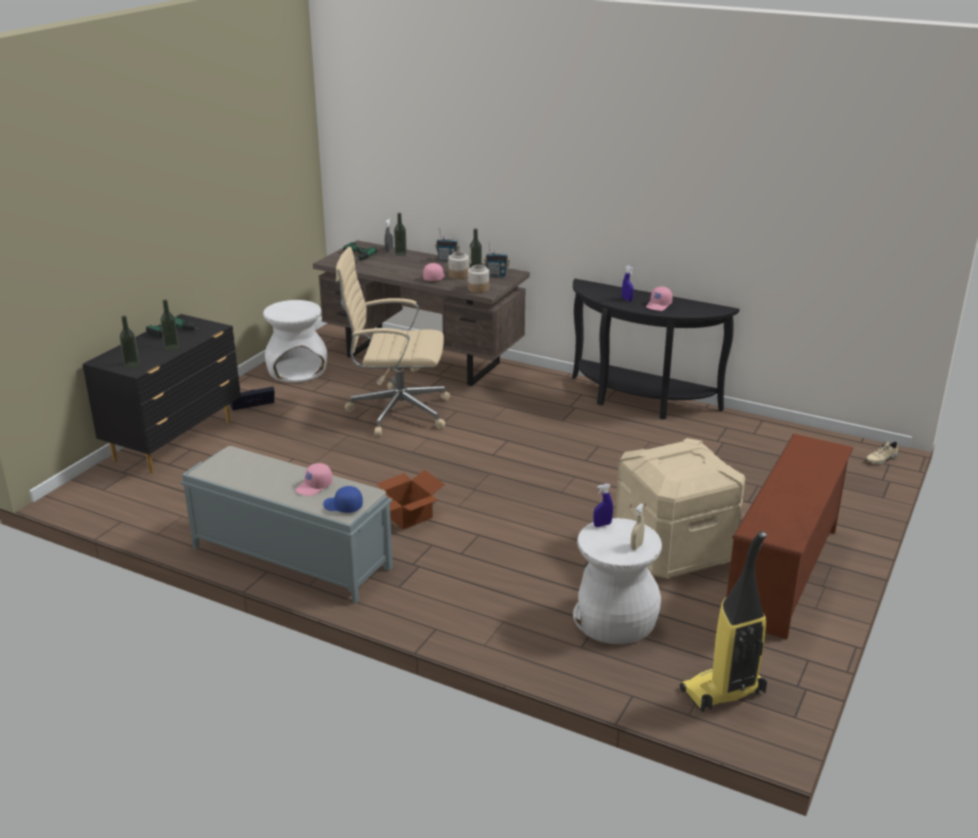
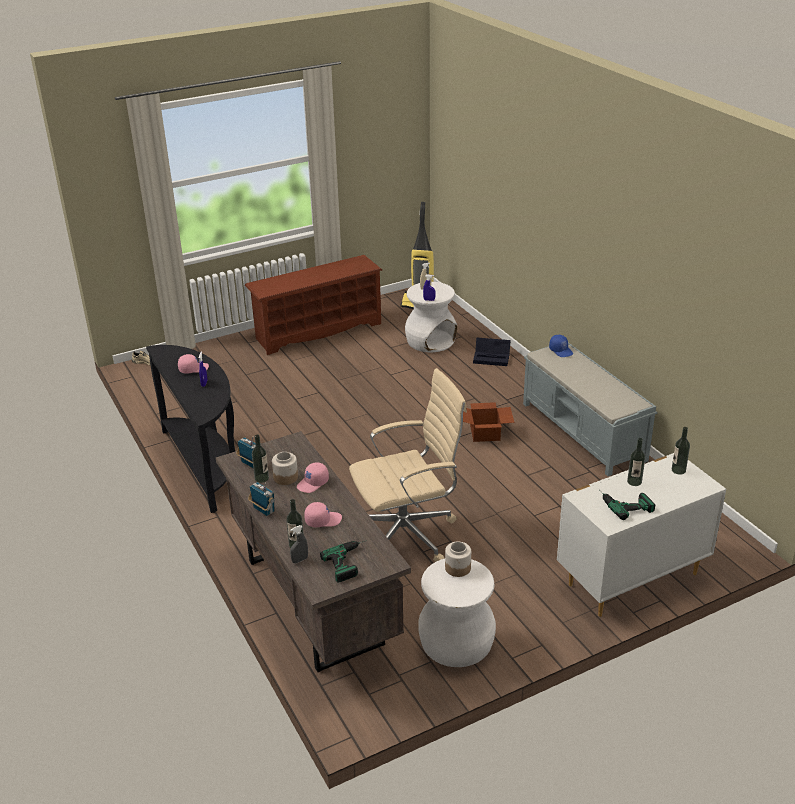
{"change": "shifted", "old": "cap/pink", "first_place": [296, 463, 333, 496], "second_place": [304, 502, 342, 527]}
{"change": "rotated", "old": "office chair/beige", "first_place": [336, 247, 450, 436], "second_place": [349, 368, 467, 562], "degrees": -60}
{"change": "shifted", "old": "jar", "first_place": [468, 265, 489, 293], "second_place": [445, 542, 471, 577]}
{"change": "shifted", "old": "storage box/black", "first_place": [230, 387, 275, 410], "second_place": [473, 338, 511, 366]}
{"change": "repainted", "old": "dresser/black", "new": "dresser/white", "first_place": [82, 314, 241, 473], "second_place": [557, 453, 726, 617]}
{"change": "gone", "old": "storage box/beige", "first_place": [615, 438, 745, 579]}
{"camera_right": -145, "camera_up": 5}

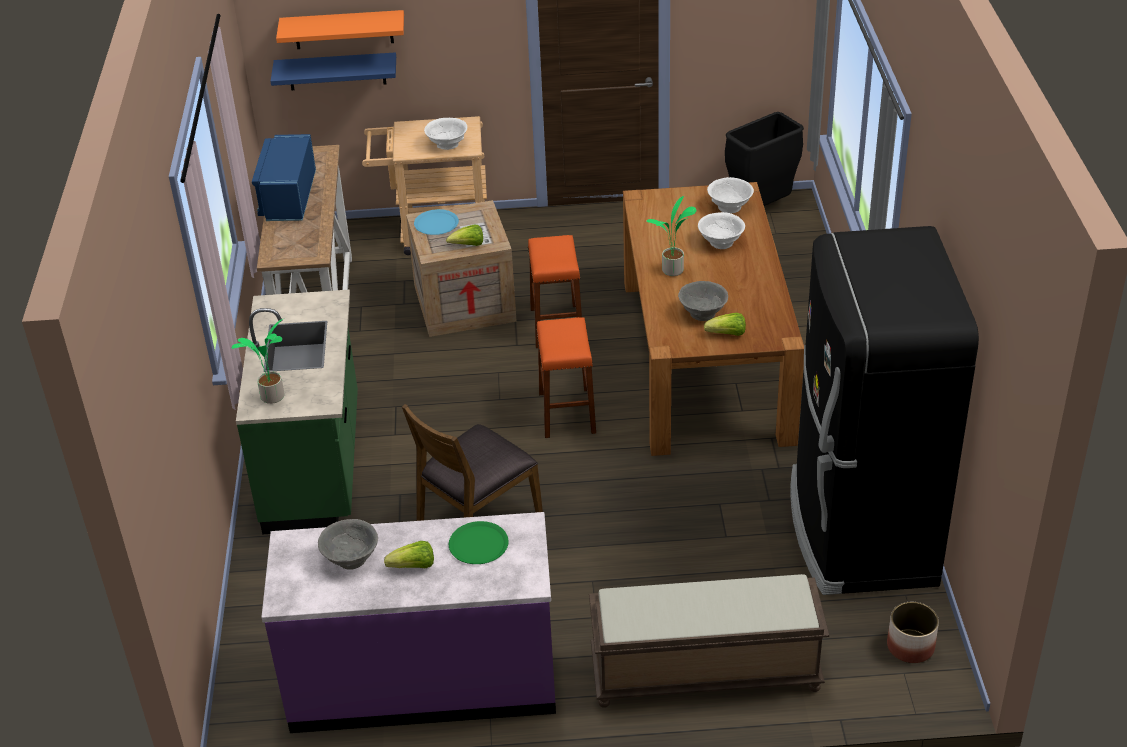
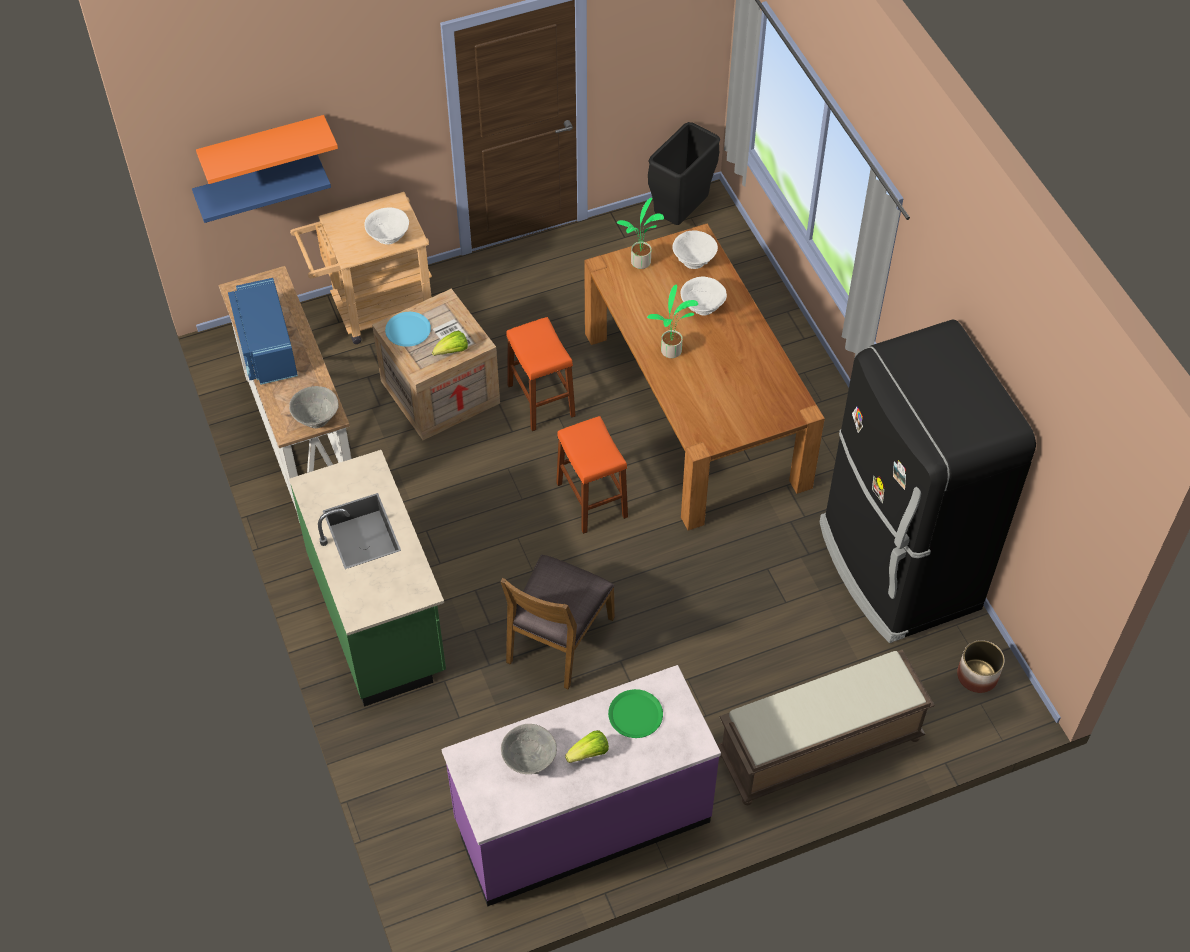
{"change": "shifted", "old": "bowl/grey", "first_place": [678, 281, 728, 321], "second_place": [289, 386, 339, 428]}
{"change": "shifted", "old": "potted plant", "first_place": [232, 319, 285, 404], "second_place": [617, 198, 664, 269]}
{"change": "gone", "old": "lettuce", "first_place": [704, 313, 746, 336]}
{"camera_right": -20, "camera_up": 15}

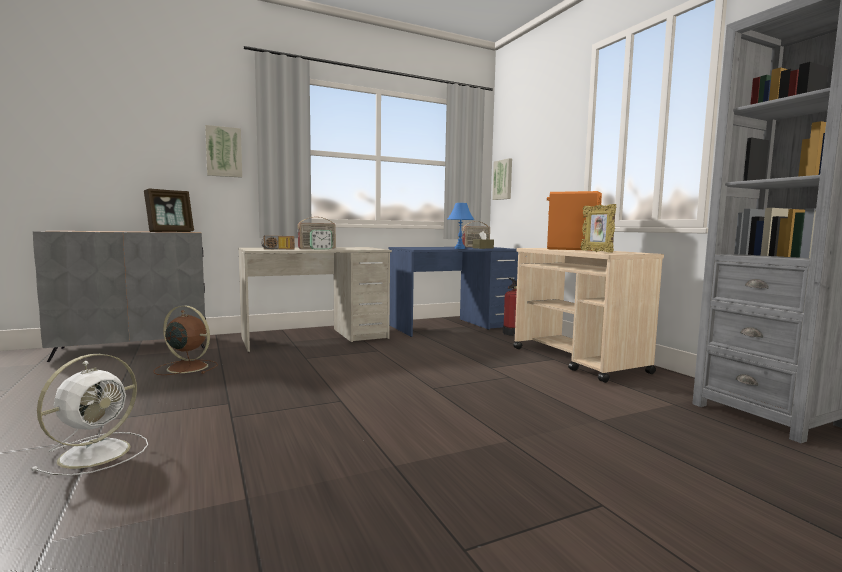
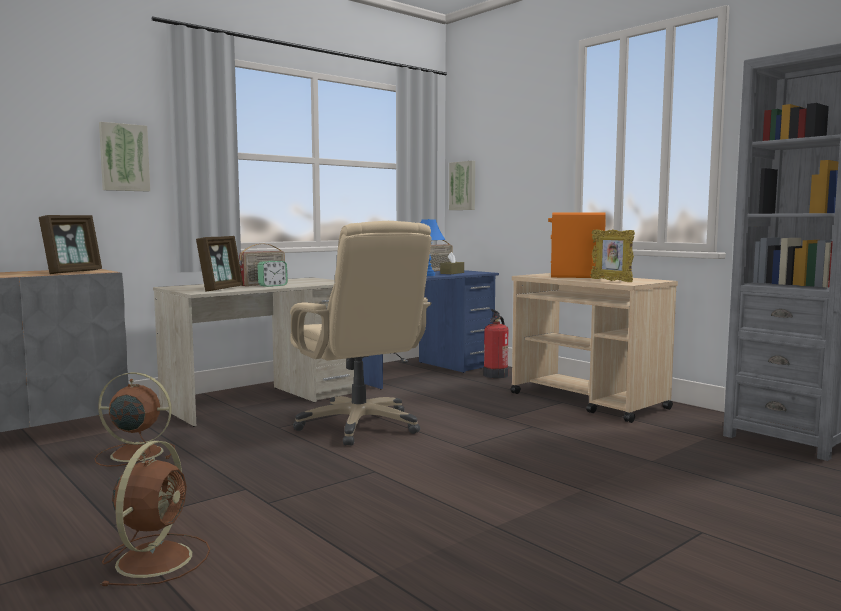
{"change": "repainted", "old": "fan/white", "new": "fan/brown", "first_place": [31, 354, 148, 476], "second_place": [101, 441, 210, 586]}
{"change": "swapped", "old": "radio", "new": "picture frame", "first_place": [261, 236, 295, 249], "second_place": [196, 236, 243, 292]}
{"change": "new", "new": "office chair/beige", "second_place": [290, 221, 432, 446]}
{"camera_right": -15, "camera_up": 0}

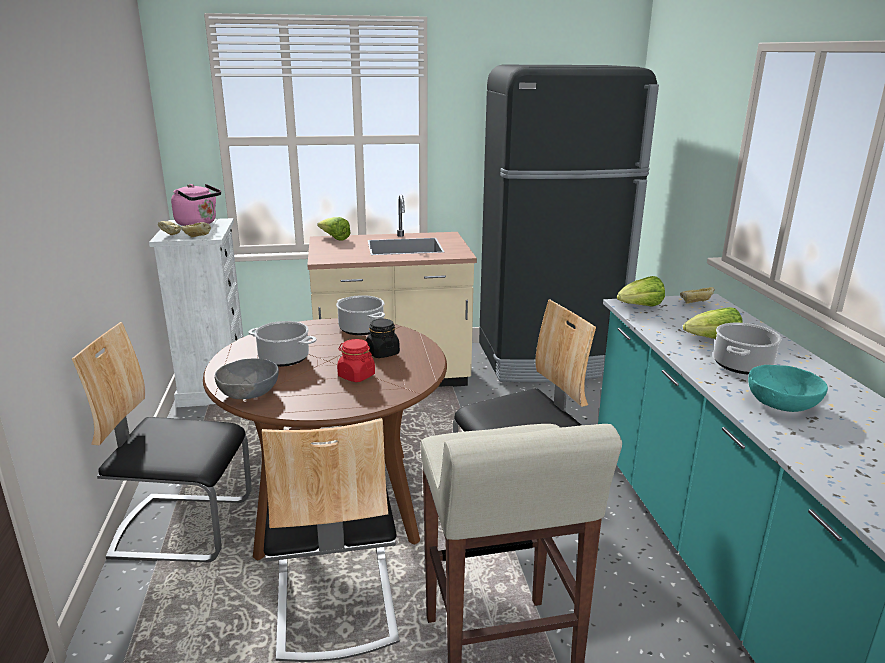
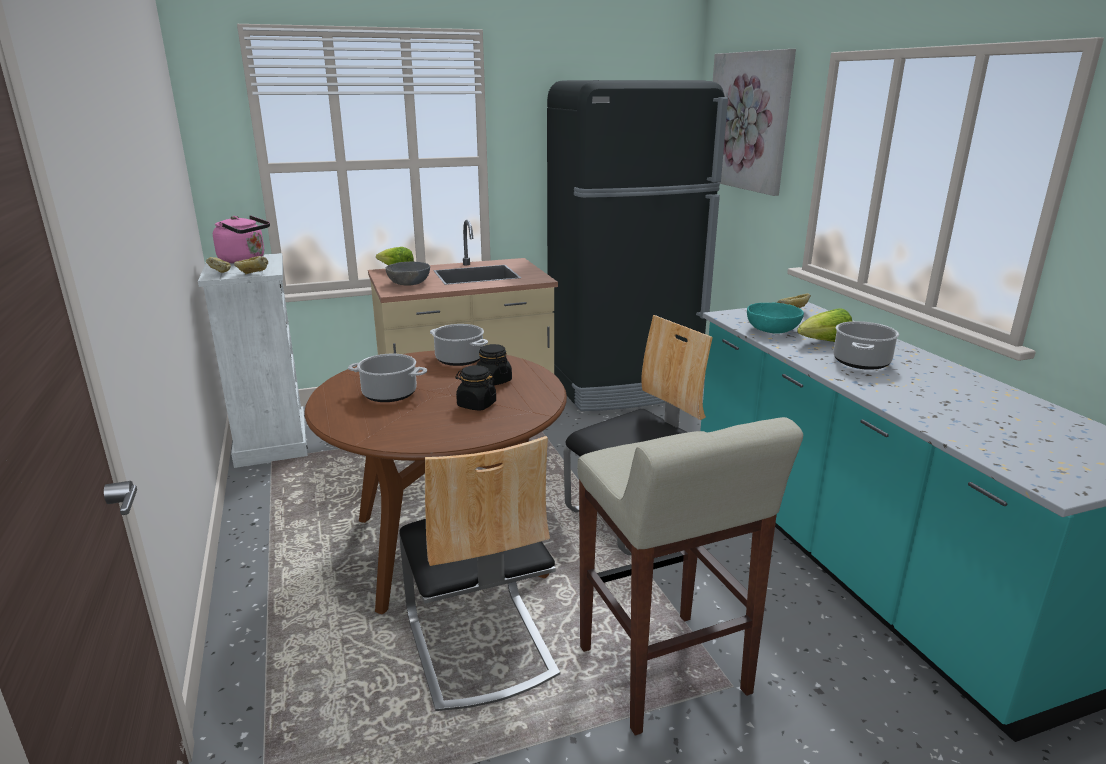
{"change": "shifted", "old": "bowl/grey", "first_place": [215, 358, 279, 399], "second_place": [386, 261, 430, 286]}
{"change": "repainted", "old": "jar/red", "new": "jar/black", "first_place": [337, 339, 375, 382], "second_place": [455, 365, 496, 411]}
{"change": "new", "new": "picture", "second_place": [713, 49, 796, 196]}
{"change": "shifted", "old": "bowl/turquoise", "first_place": [748, 365, 828, 412], "second_place": [747, 303, 804, 334]}
{"change": "gone", "old": "chair", "first_place": [72, 322, 252, 562]}
{"change": "gone", "old": "lettuce", "first_place": [617, 276, 665, 307]}
{"camera_right": -10, "camera_up": 0}

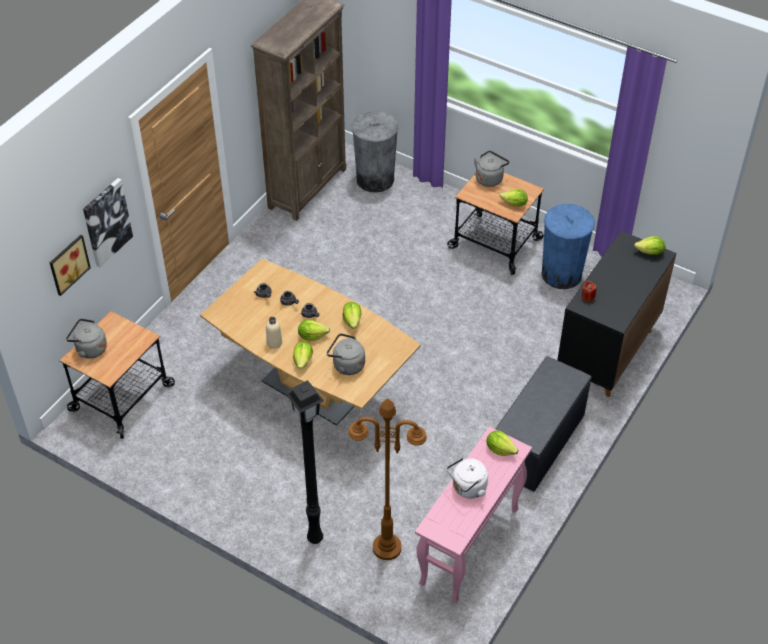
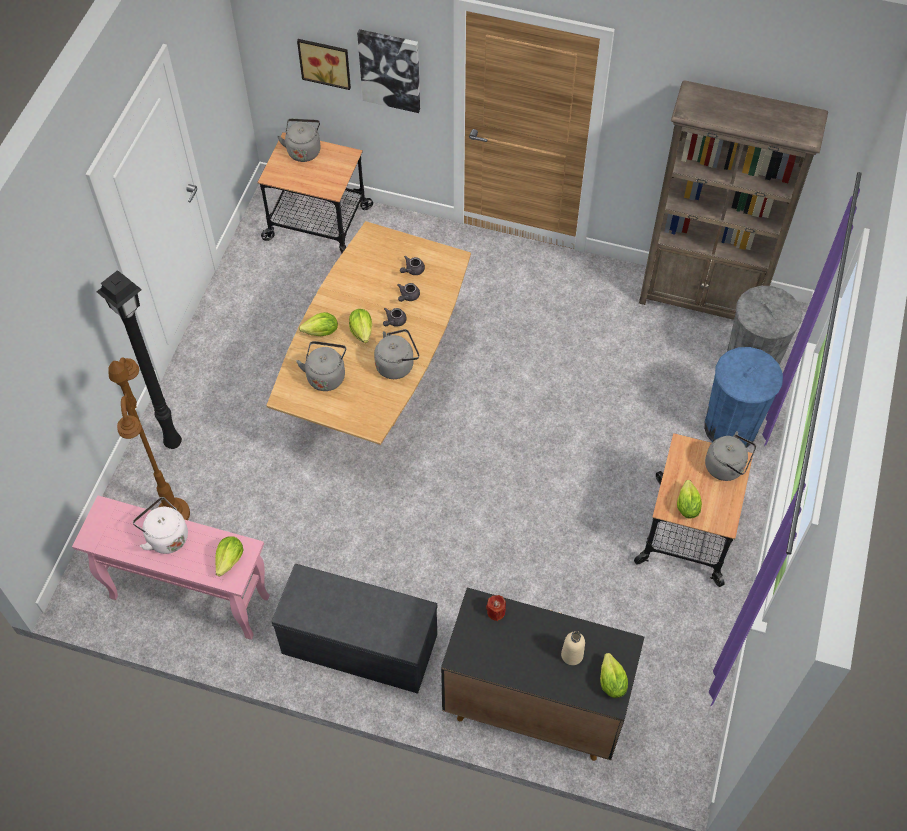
{"change": "swapped", "old": "lettuce", "new": "kettle/grey", "first_place": [343, 302, 361, 329], "second_place": [374, 329, 419, 379]}
{"change": "shifted", "old": "bottle/beige", "first_place": [266, 317, 282, 349], "second_place": [561, 631, 585, 665]}
{"change": "shifted", "old": "trash can/blue", "first_place": [541, 204, 595, 289], "second_place": [704, 347, 783, 448]}
{"camera_right": 75, "camera_up": 10}

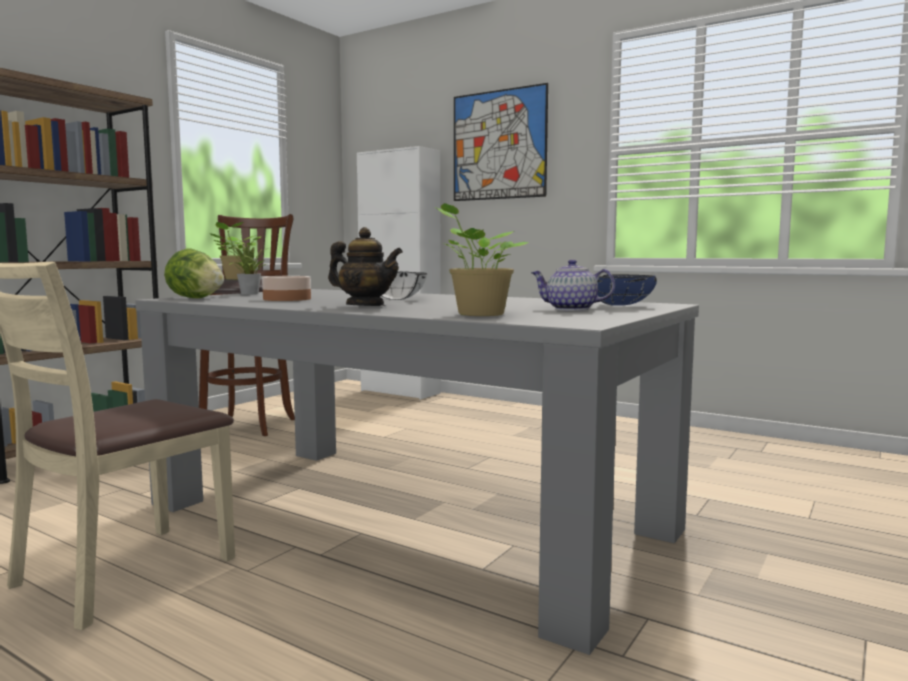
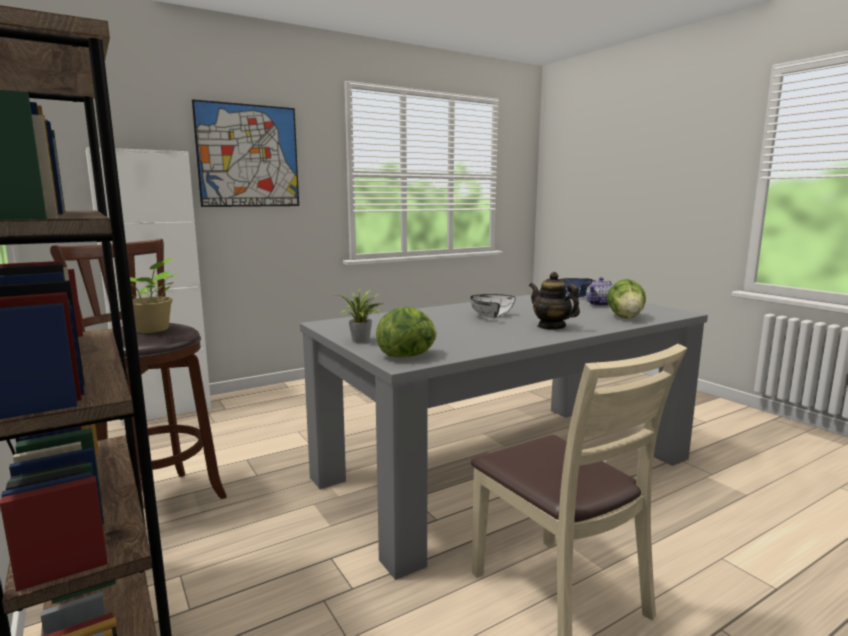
{"change": "rotated", "old": "teapot", "first_place": [328, 227, 403, 306], "second_place": [529, 272, 580, 330], "degrees": -90}
{"change": "swapped", "old": "potted plant", "new": "lettuce", "first_place": [435, 203, 529, 316], "second_place": [607, 279, 646, 319]}
{"change": "gone", "old": "bowl", "first_place": [262, 276, 311, 301]}
{"camera_right": -65, "camera_up": 5}

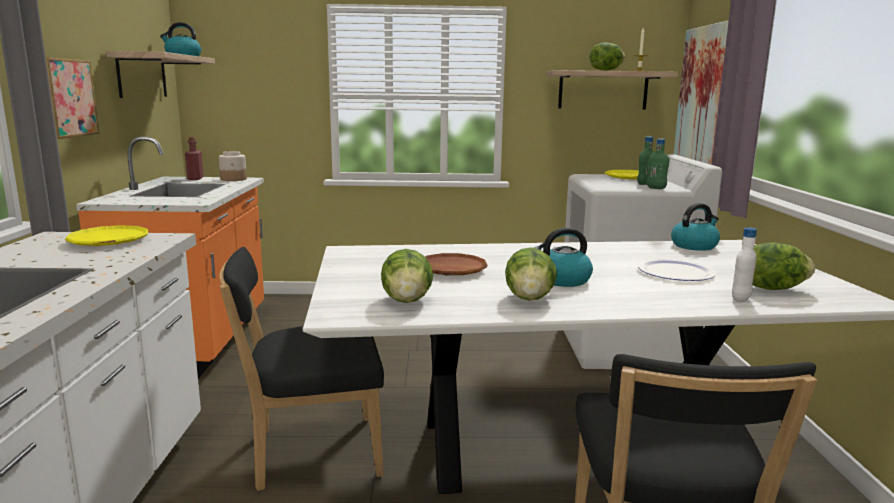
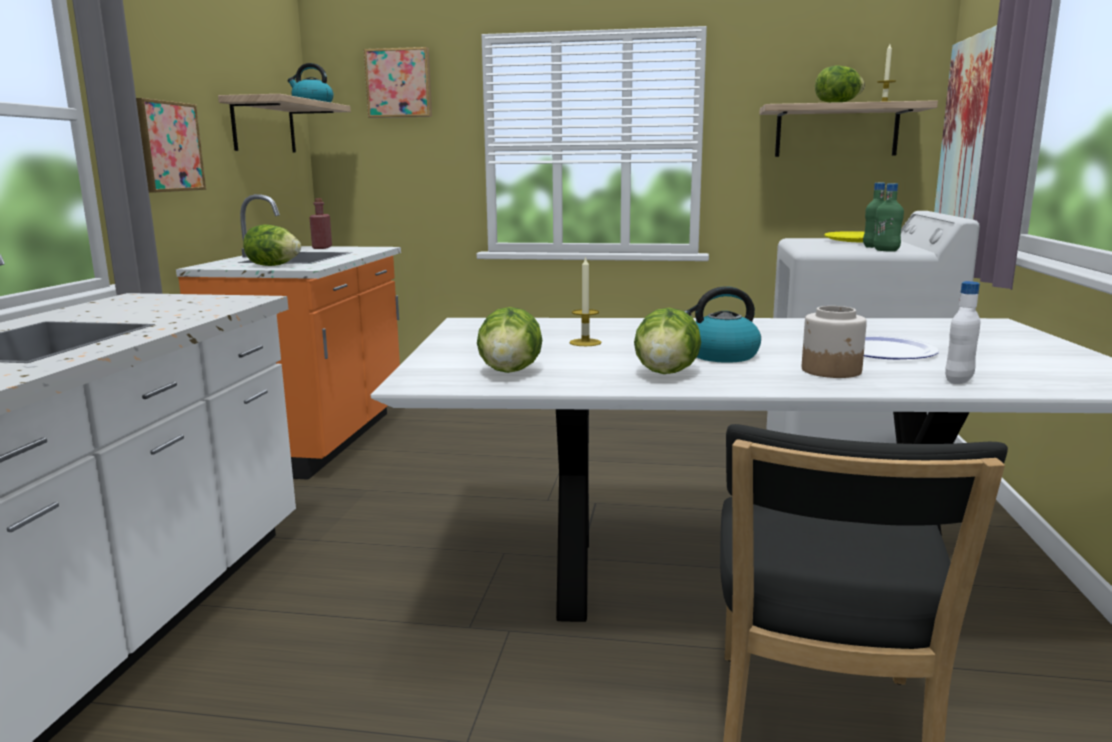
{"change": "shifted", "old": "lettuce", "first_place": [753, 242, 815, 290], "second_place": [243, 224, 301, 266]}
{"change": "new", "new": "picture", "second_place": [364, 47, 432, 118]}
{"change": "swapped", "old": "plate/brown", "new": "candle", "first_place": [425, 253, 488, 275], "second_place": [569, 256, 602, 346]}
{"change": "shifted", "old": "jar", "first_place": [219, 151, 247, 181], "second_place": [802, 306, 867, 378]}
{"change": "gone", "old": "plate/yellow", "first_place": [65, 225, 148, 246]}
{"change": "gone", "old": "chair/black", "first_place": [219, 247, 384, 491]}
{"change": "gone", "old": "kettle", "first_place": [671, 203, 720, 251]}
{"camera_right": 10, "camera_up": 0}

